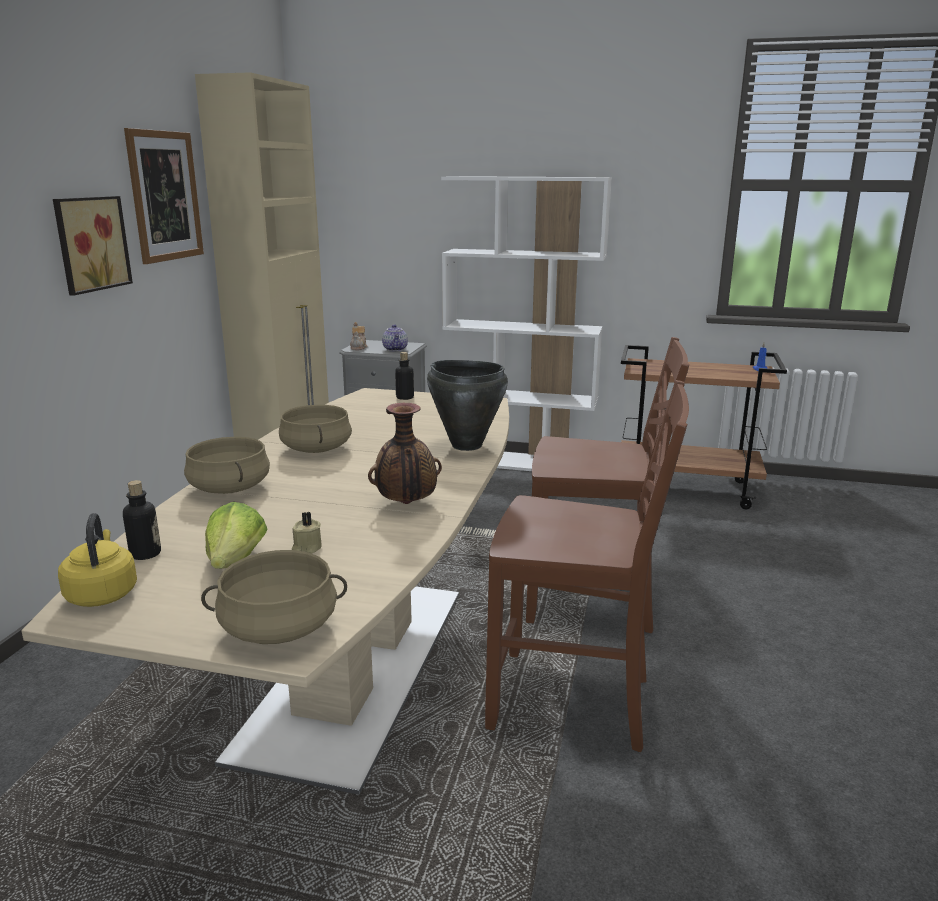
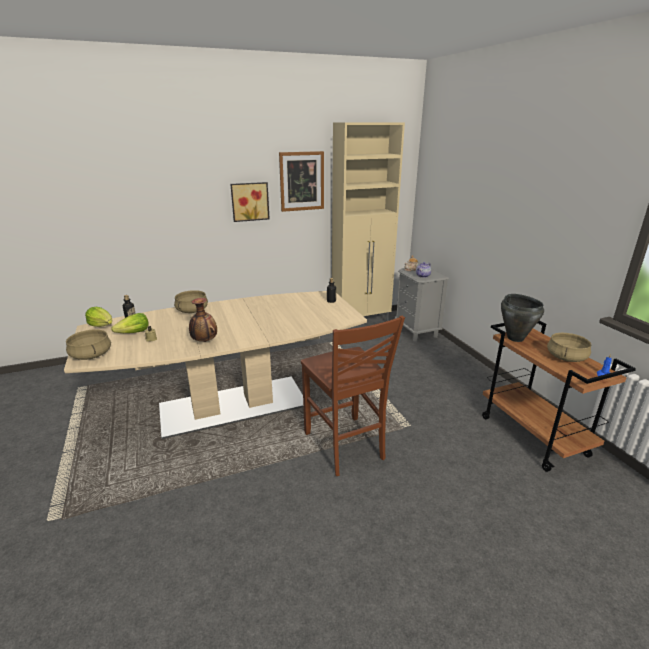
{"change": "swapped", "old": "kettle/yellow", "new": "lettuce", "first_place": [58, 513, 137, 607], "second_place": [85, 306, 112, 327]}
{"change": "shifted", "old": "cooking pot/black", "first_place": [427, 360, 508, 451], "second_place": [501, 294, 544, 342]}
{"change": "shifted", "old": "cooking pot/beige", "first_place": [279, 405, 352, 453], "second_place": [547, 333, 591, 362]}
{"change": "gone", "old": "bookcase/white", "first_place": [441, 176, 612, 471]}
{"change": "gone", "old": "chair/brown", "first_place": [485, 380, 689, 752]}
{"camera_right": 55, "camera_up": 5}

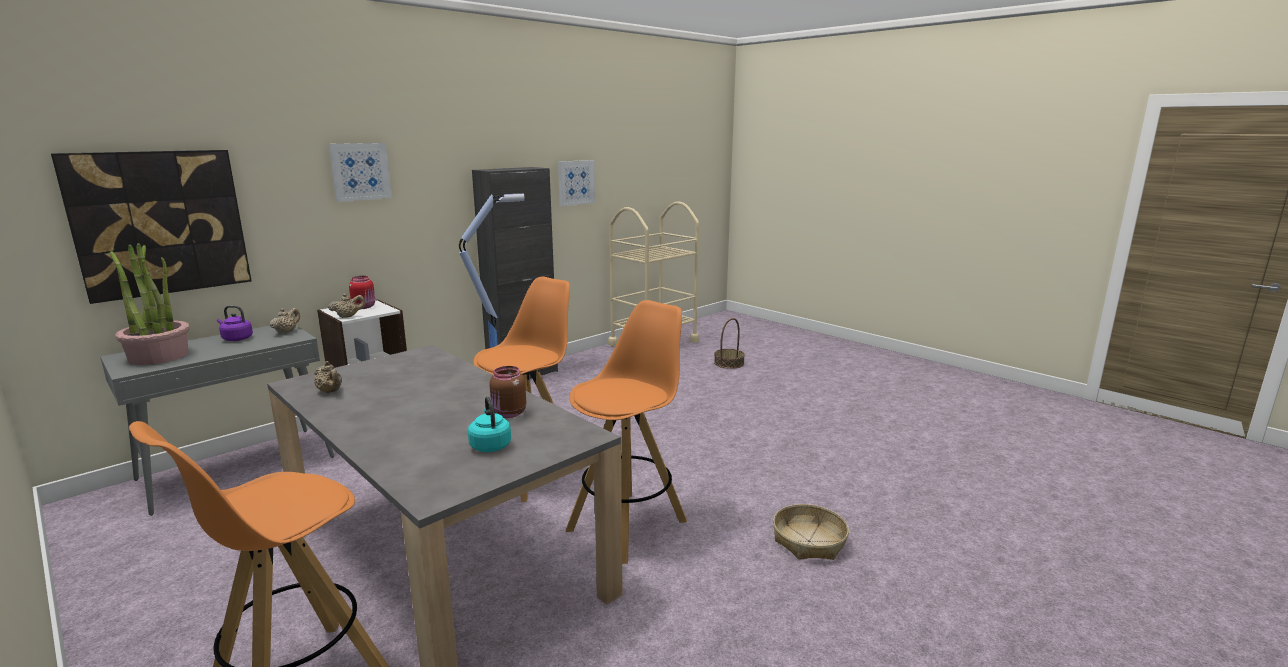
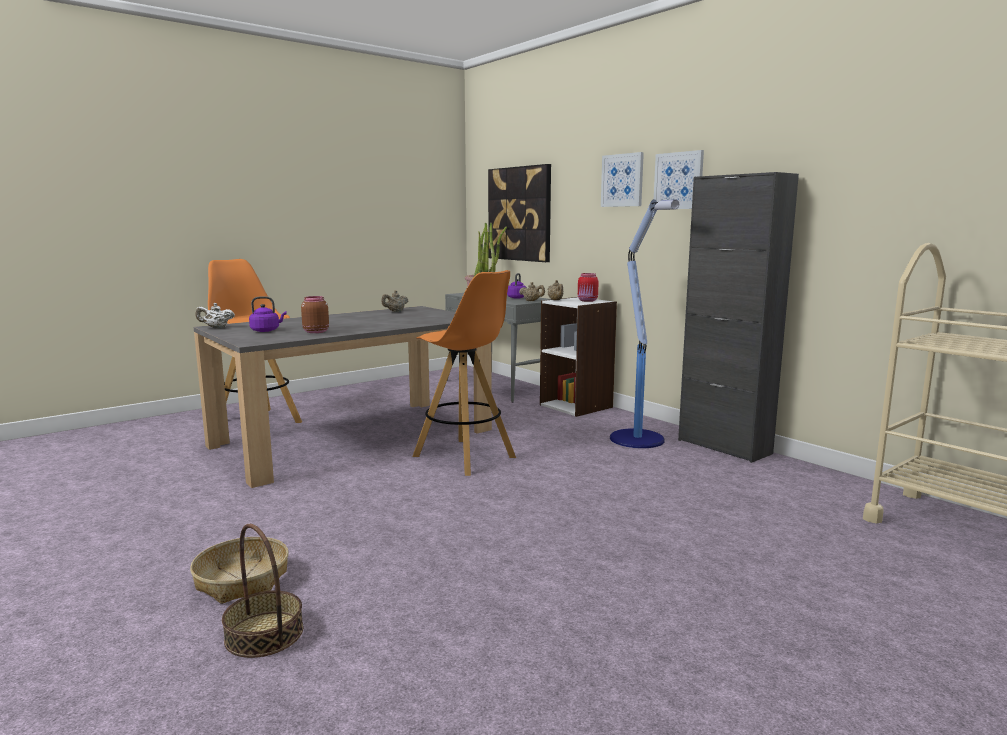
{"change": "new", "new": "teapot/white", "second_place": [196, 303, 235, 328]}
{"change": "shifted", "old": "basket", "first_place": [714, 318, 745, 369], "second_place": [222, 524, 304, 658]}
{"change": "repainted", "old": "kettle/turquoise", "new": "kettle/purple", "first_place": [468, 396, 511, 452], "second_place": [249, 296, 287, 332]}
{"change": "shifted", "old": "picture", "first_place": [558, 160, 595, 206], "second_place": [654, 150, 704, 209]}
{"change": "gone", "old": "stool/orange", "first_place": [566, 300, 687, 564]}
{"camera_right": 95, "camera_up": -5}

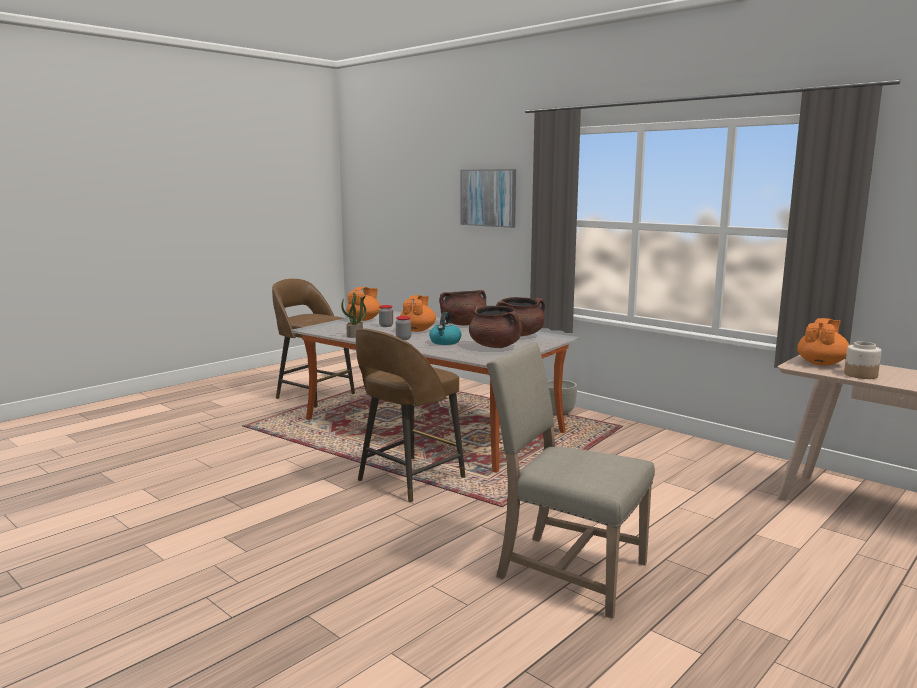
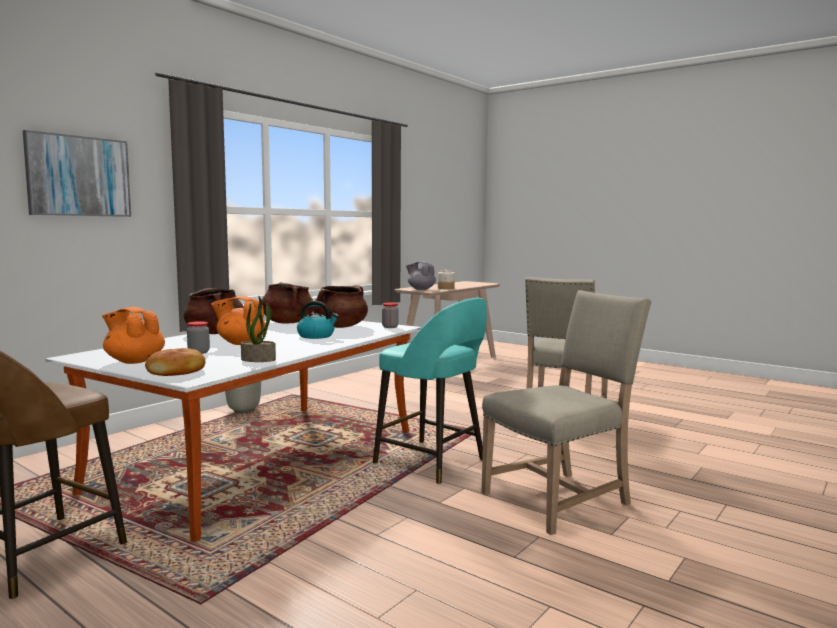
{"change": "new", "new": "bread", "second_place": [145, 348, 205, 376]}
{"change": "repainted", "old": "stool/brown", "new": "stool/turquoise", "first_place": [356, 328, 465, 503], "second_place": [373, 298, 487, 484]}
{"change": "shifted", "old": "jar", "first_place": [396, 316, 411, 340], "second_place": [382, 303, 399, 328]}
{"change": "repainted", "old": "teapot/orange", "new": "teapot/grey", "first_place": [797, 318, 849, 366], "second_place": [406, 262, 436, 290]}
{"change": "new", "new": "chair/beige", "second_place": [481, 290, 651, 535]}
{"camera_right": -95, "camera_up": -5}

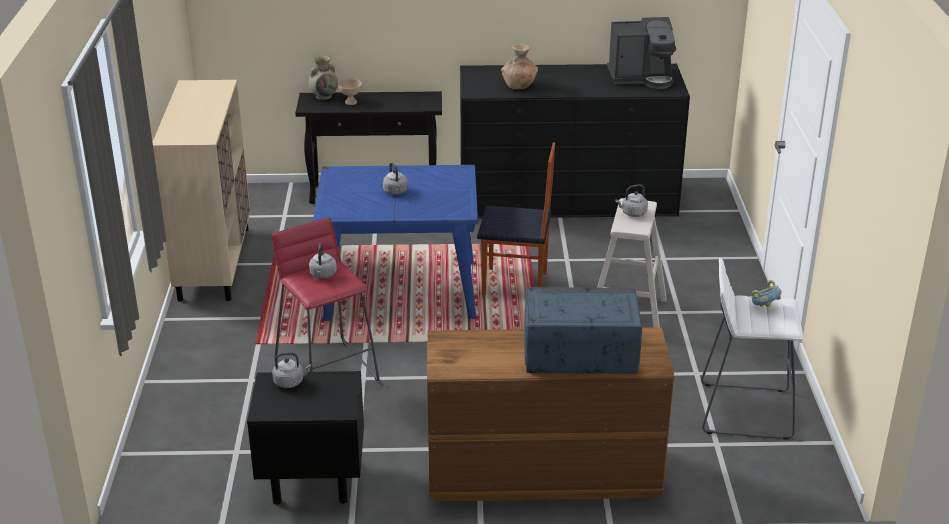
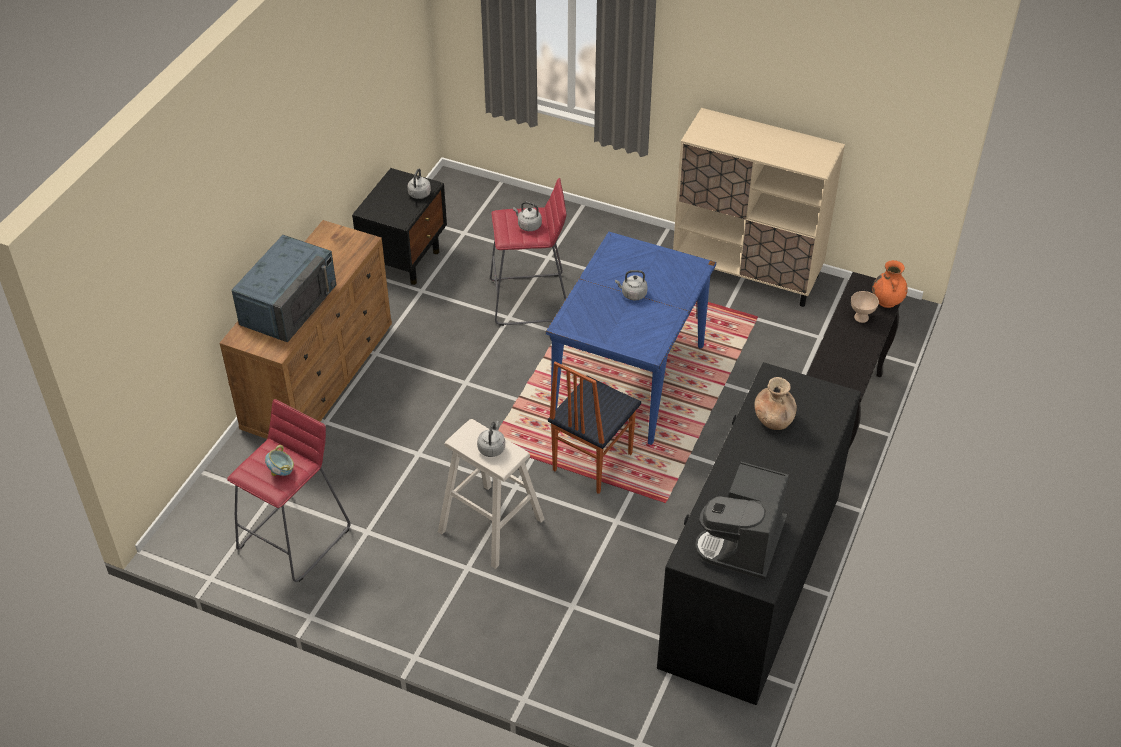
{"change": "repainted", "old": "stool/white", "new": "stool/red", "first_place": [701, 258, 803, 440], "second_place": [227, 399, 350, 582]}
{"change": "repainted", "old": "vase/beige", "new": "vase/orange", "first_place": [309, 56, 338, 100], "second_place": [872, 260, 908, 308]}
{"camera_right": 115, "camera_up": 15}

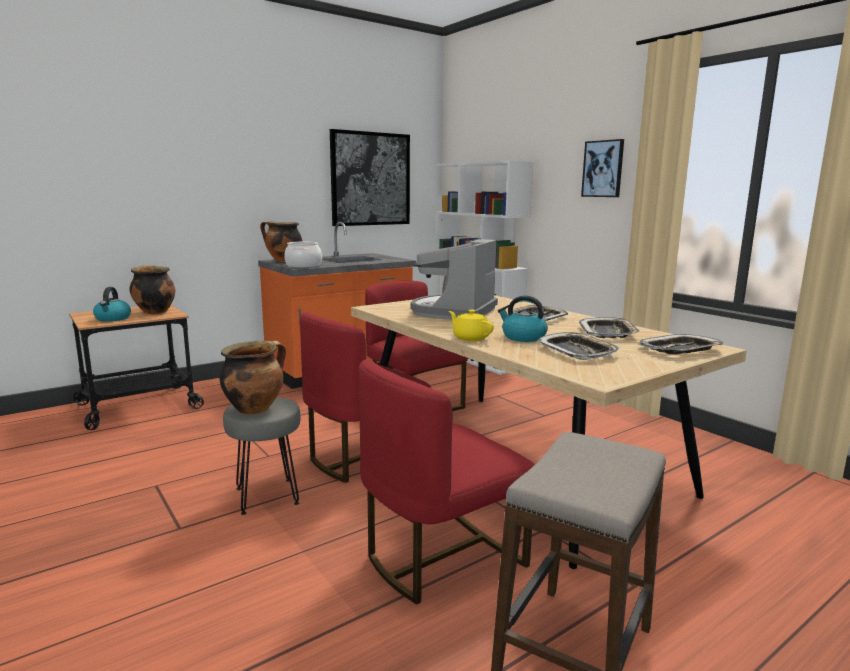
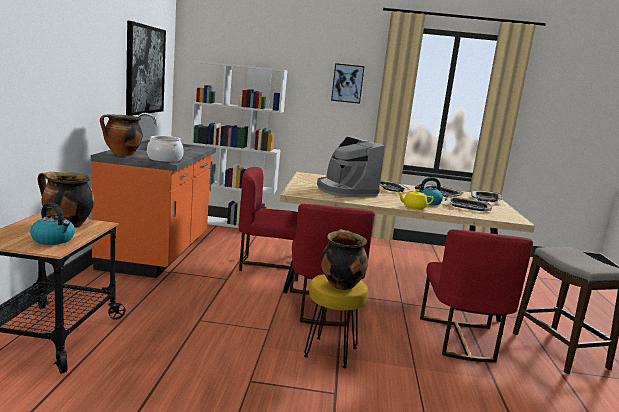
{"change": "repainted", "old": "stool/grey", "new": "stool/yellow", "first_place": [223, 397, 300, 515], "second_place": [304, 274, 368, 368]}
{"camera_right": -50, "camera_up": 0}

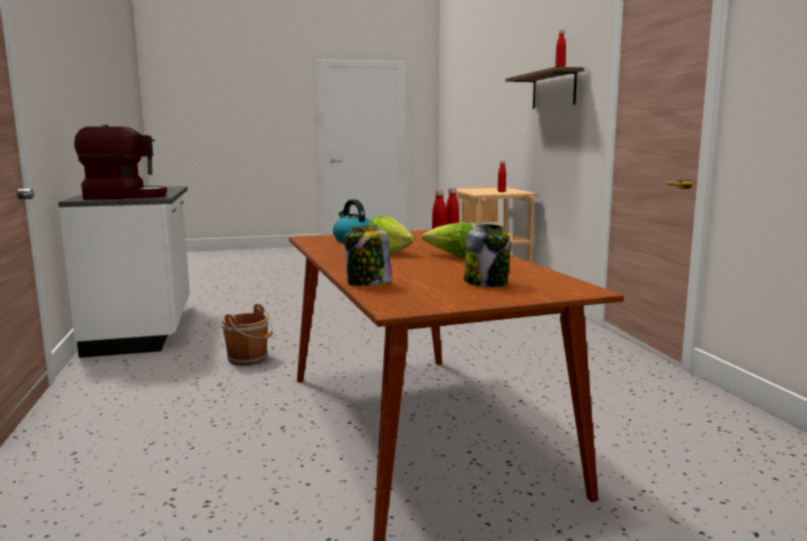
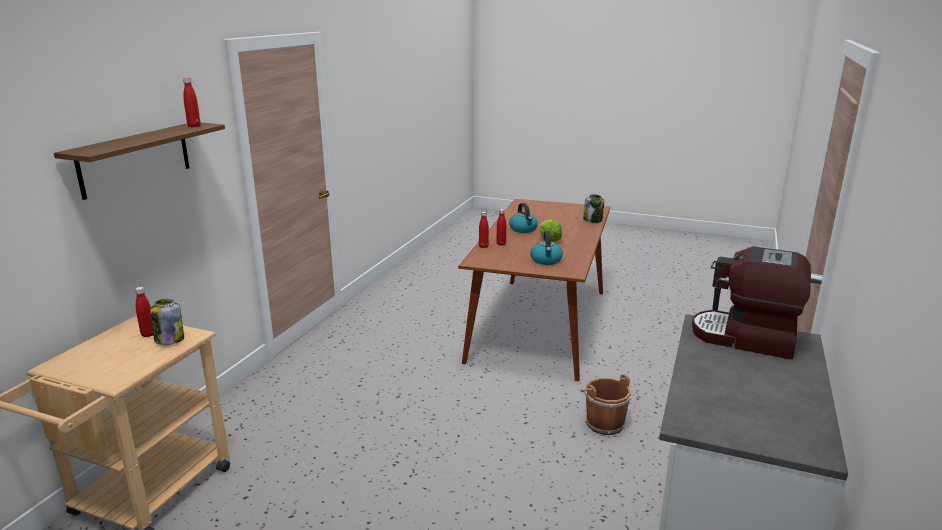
{"change": "shifted", "old": "jar", "first_place": [464, 224, 511, 287], "second_place": [150, 299, 184, 345]}
{"change": "swapped", "old": "lettuce", "new": "kettle", "first_place": [422, 222, 474, 258], "second_place": [509, 203, 538, 233]}
{"camera_right": -145, "camera_up": 10}

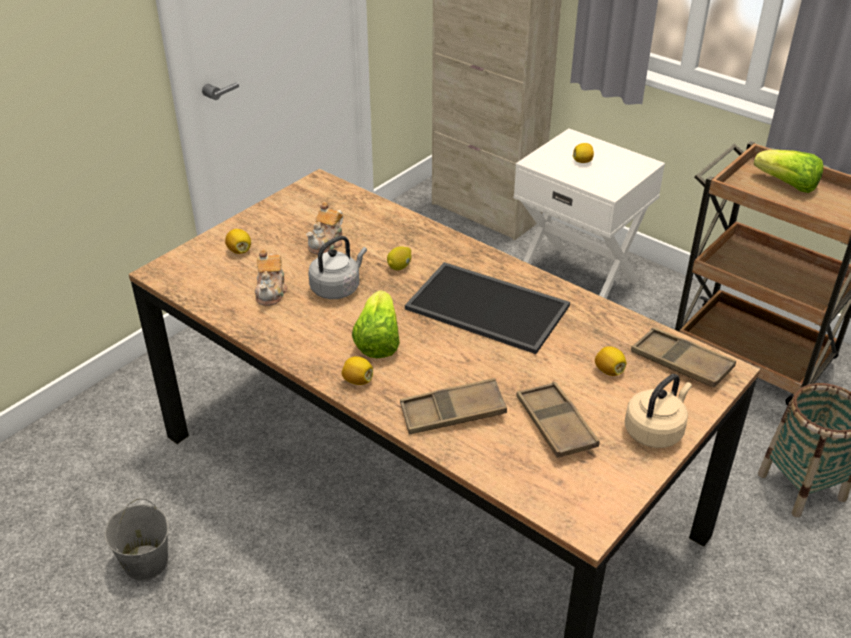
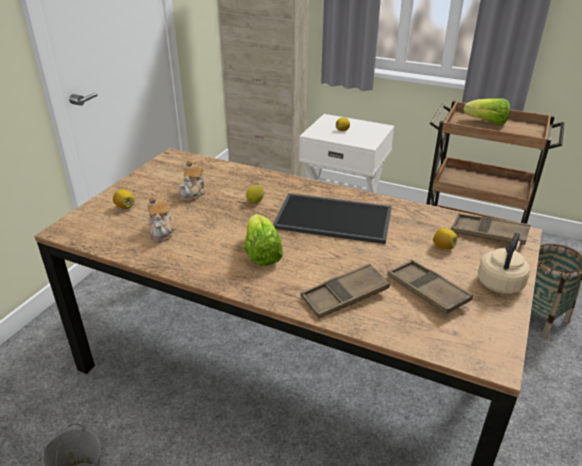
{"change": "gone", "old": "kettle/grey", "first_place": [308, 236, 367, 299]}
{"change": "gone", "old": "lemon", "first_place": [342, 356, 373, 385]}
{"camera_right": -15, "camera_up": -5}

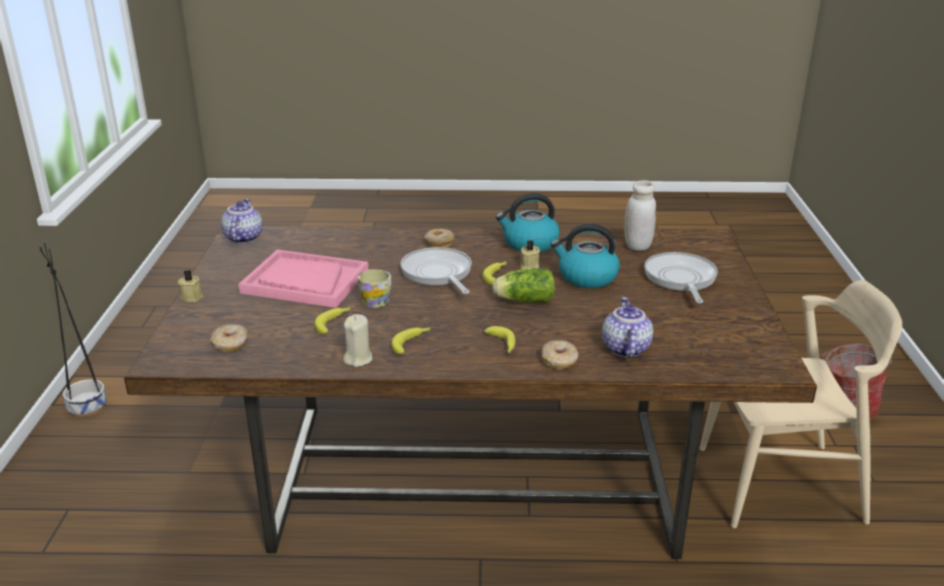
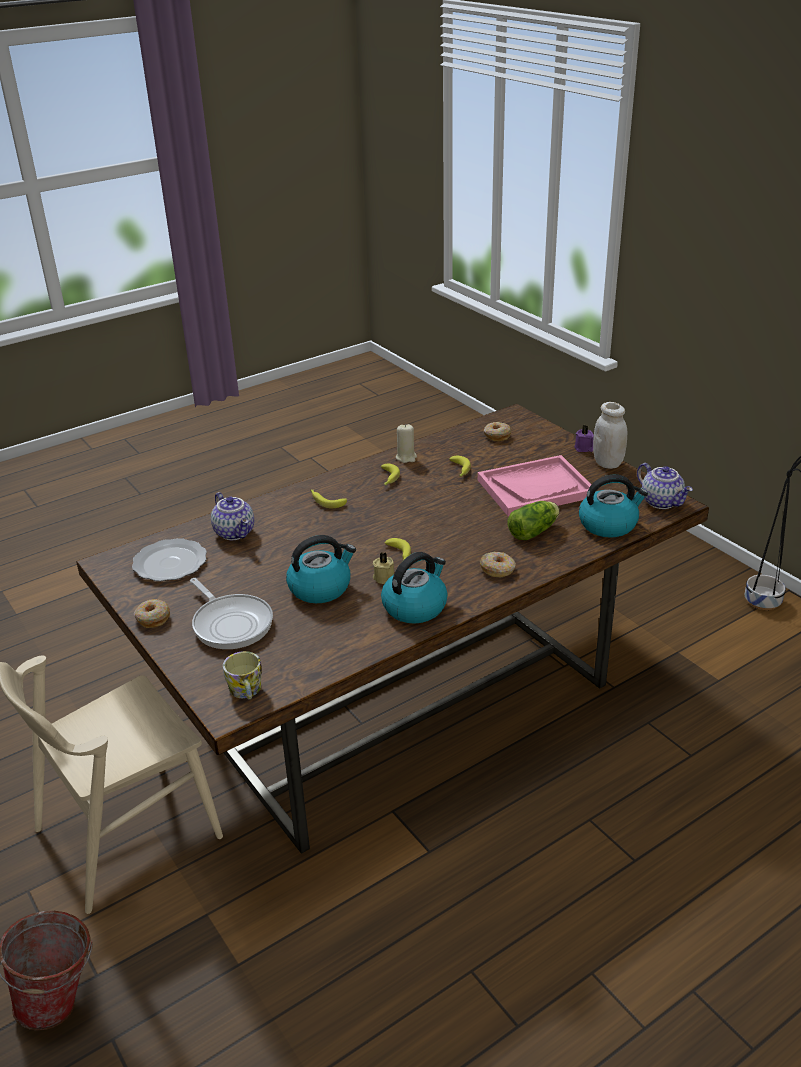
{"change": "new", "new": "plate", "second_place": [132, 538, 207, 581]}
{"change": "shifted", "old": "donut", "first_place": [541, 340, 578, 370], "second_place": [134, 599, 170, 628]}
{"change": "shifted", "old": "mug", "first_place": [358, 269, 392, 308], "second_place": [223, 651, 262, 700]}
{"change": "shifted", "old": "lettuce", "first_place": [492, 268, 555, 302], "second_place": [507, 501, 560, 540]}
{"change": "repainted", "old": "candle/beige", "new": "candle/purple", "first_place": [178, 270, 204, 302], "second_place": [574, 425, 594, 452]}
{"change": "new", "new": "kettle", "second_place": [579, 474, 648, 538]}
{"change": "shifted", "old": "jar/white", "first_place": [624, 180, 656, 251], "second_place": [593, 402, 627, 469]}
{"change": "gone", "old": "frying pan", "first_place": [401, 247, 472, 294]}
{"camera_right": 145, "camera_up": 5}

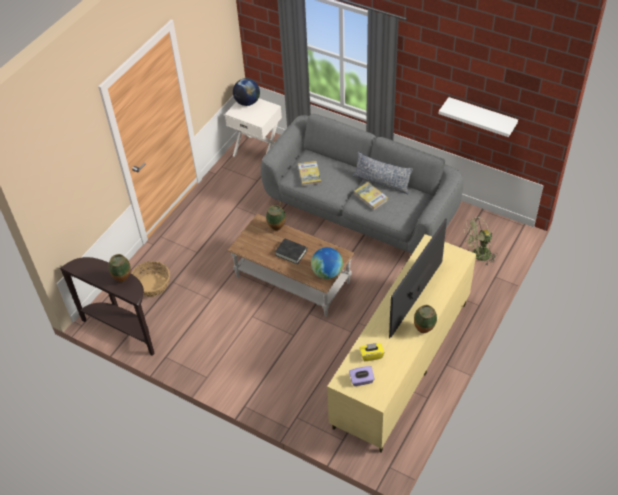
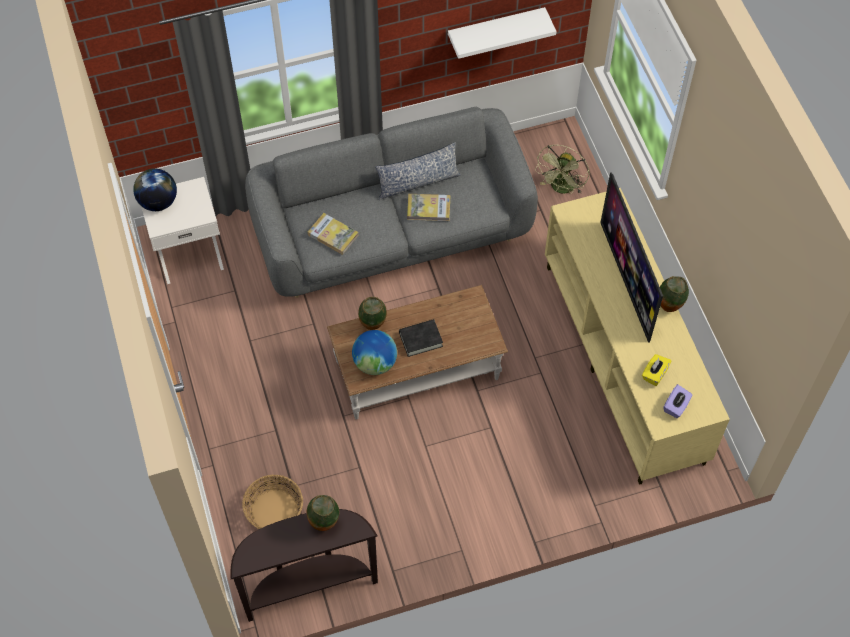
{"change": "shifted", "old": "globe", "first_place": [311, 247, 343, 279], "second_place": [352, 330, 397, 375]}
{"camera_right": -50, "camera_up": 10}

